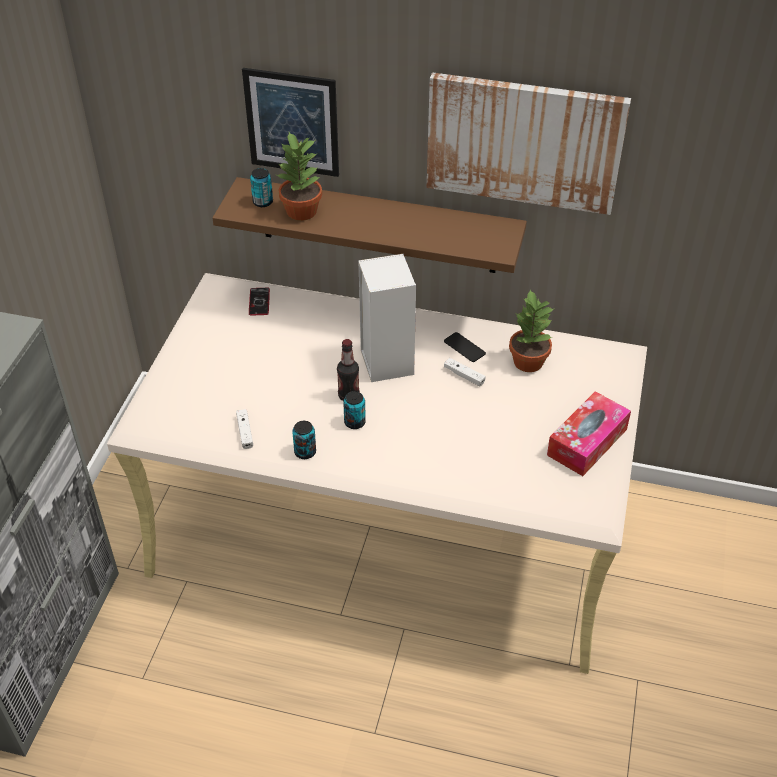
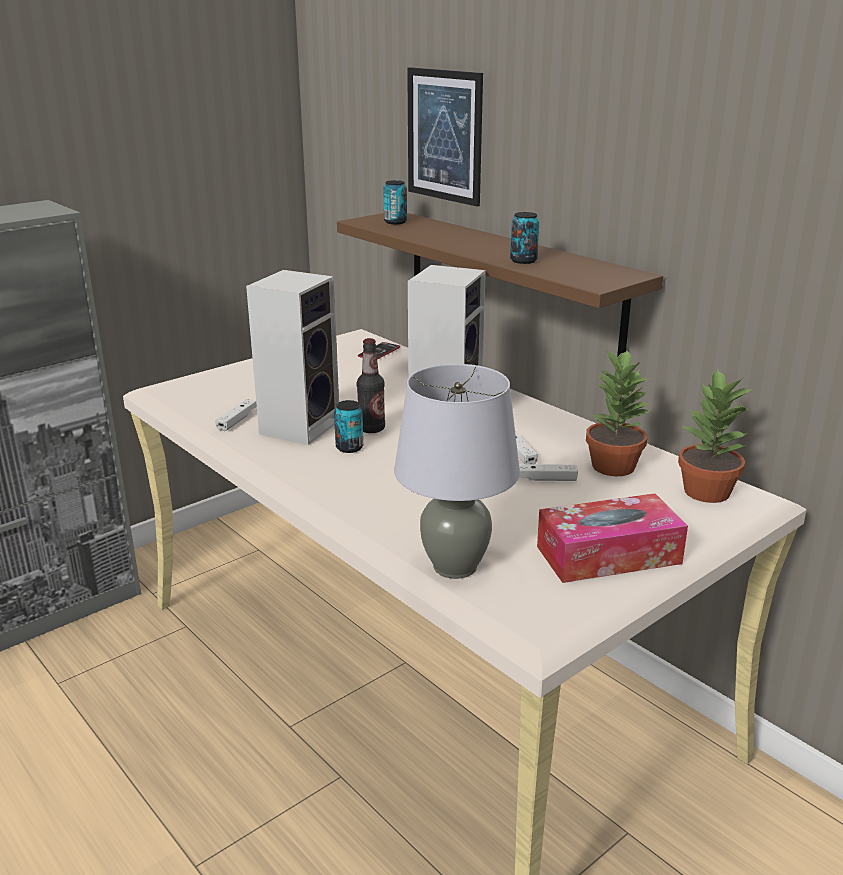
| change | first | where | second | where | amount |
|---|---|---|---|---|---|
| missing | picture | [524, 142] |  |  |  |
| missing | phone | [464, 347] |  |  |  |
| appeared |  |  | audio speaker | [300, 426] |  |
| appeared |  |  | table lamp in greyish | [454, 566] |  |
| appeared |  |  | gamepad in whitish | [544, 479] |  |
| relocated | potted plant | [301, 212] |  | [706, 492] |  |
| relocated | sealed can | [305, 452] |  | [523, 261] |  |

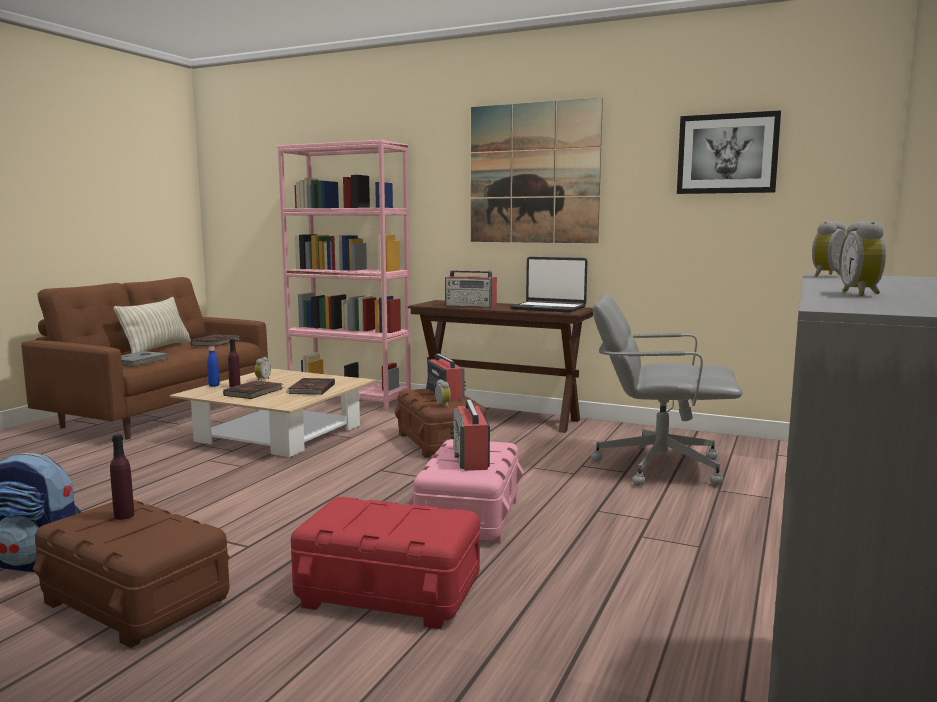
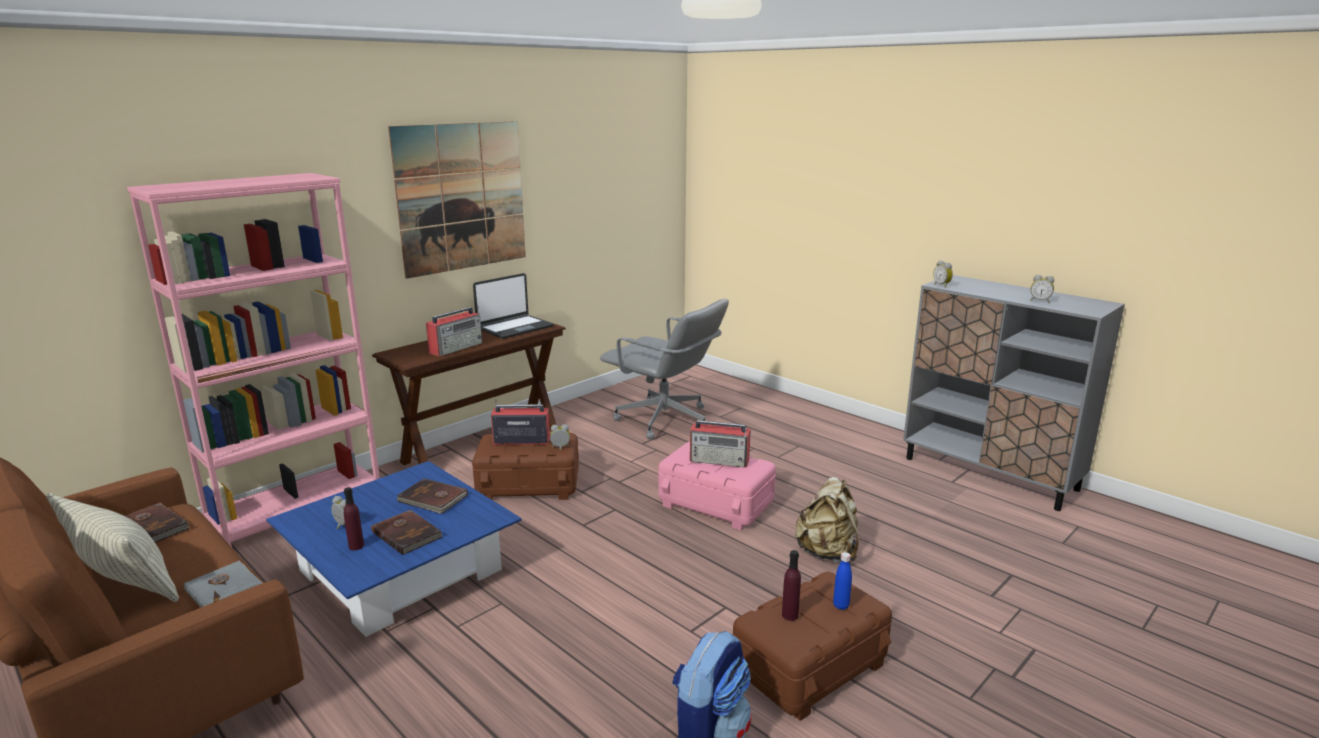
| change | first | where | second | where | amount |
|---|---|---|---|---|---|
| missing | picture | [727, 154] |  |  |  |
| relocated | beverage bottle in blue | [214, 386] |  | [841, 605] |  |
| exchanged | storage container in reddish | [388, 592] | backpack in beige | [827, 553] |  |
| colour | lounge table in beige | [279, 433] | lounge table in blue | [399, 571] |  |
| spun | computer chair in greyish | [658, 466] |  | [664, 421] | 90 degrees counterclockwise |

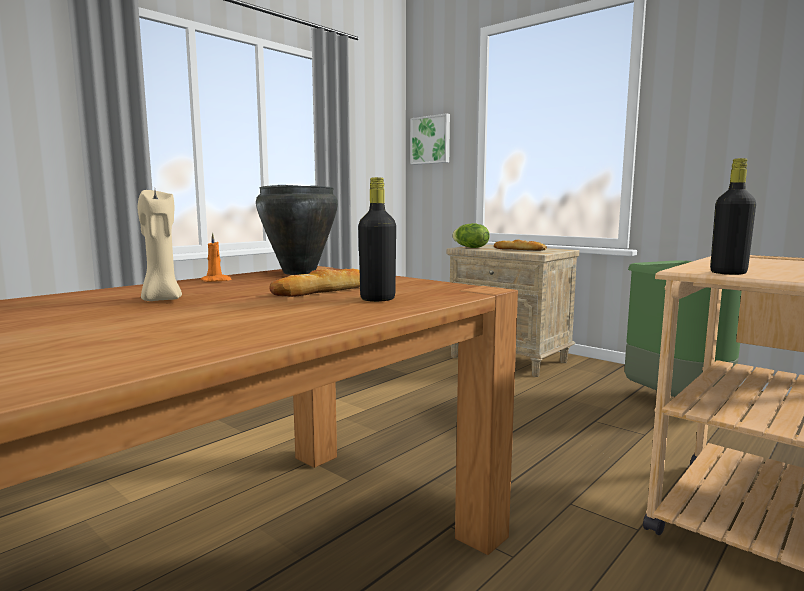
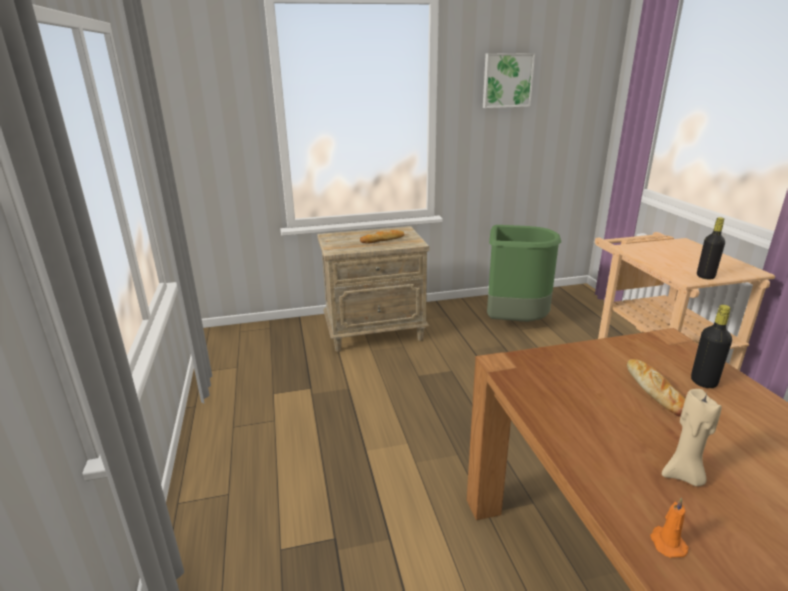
| change | first | where | second | where | amount |
|---|---|---|---|---|---|
| missing | stockpot in black-coloured | [299, 272] |  |  |  |
| missing | lettuce | [470, 247] |  |  |  |
| relocated | candle in orange-coloured | [216, 280] |  | [666, 542] |  |
| relocated | picture | [431, 140] |  | [507, 80] |  |

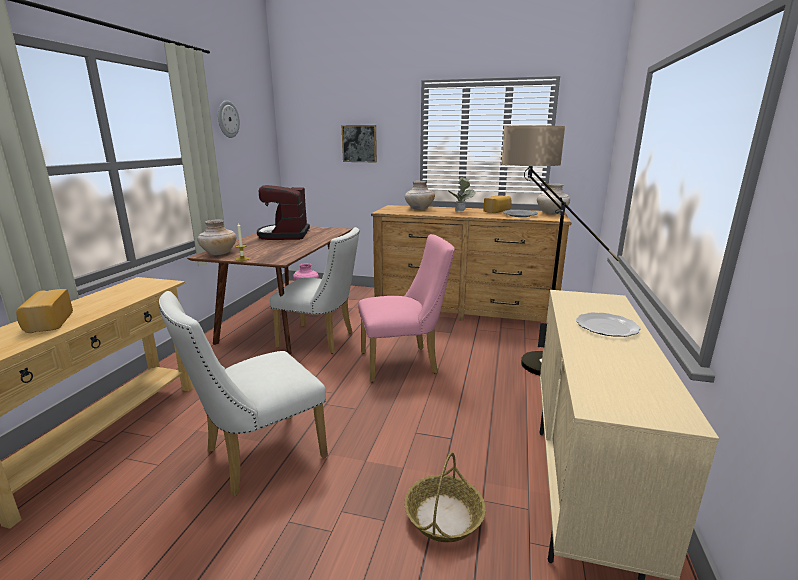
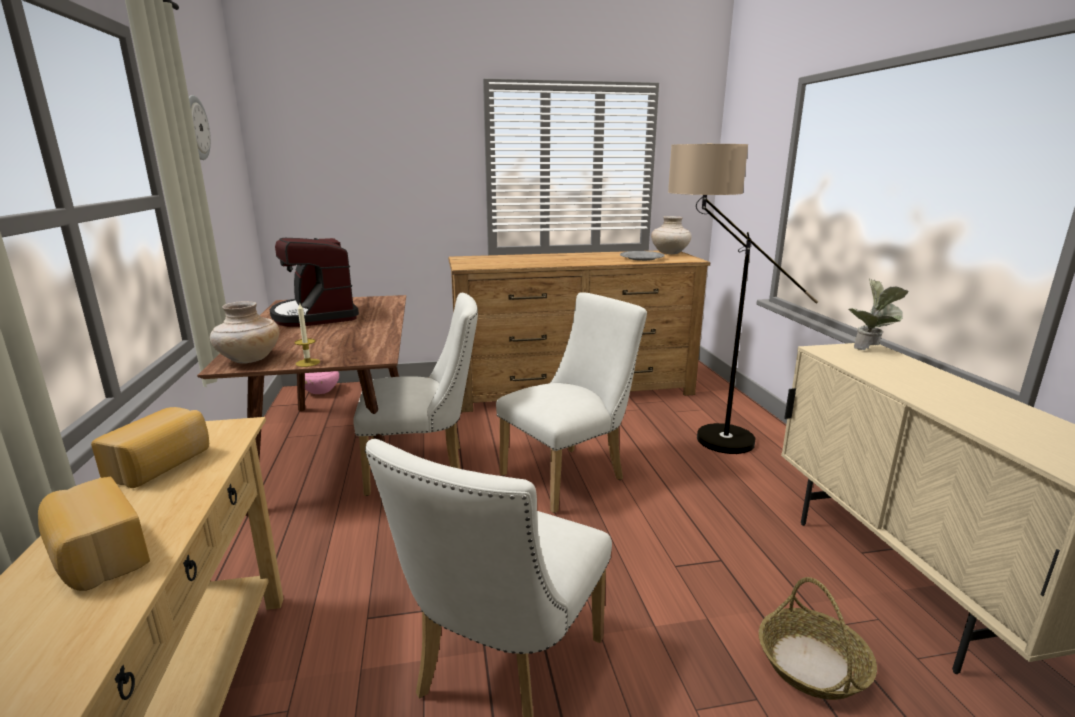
| change | first | where | second | where | amount |
|---|---|---|---|---|---|
| missing | picture | [359, 143] |  |  |  |
| missing | vase in beige | [419, 209] |  |  |  |
| missing | flat dish | [607, 327] |  |  |  |
| relocated | potted plant | [460, 212] |  | [871, 350] |  |
| relocated | baked bread | [497, 211] |  | [162, 465] |  |
| colour | chair in pink | [404, 363] | chair in whitish | [569, 475] |  |

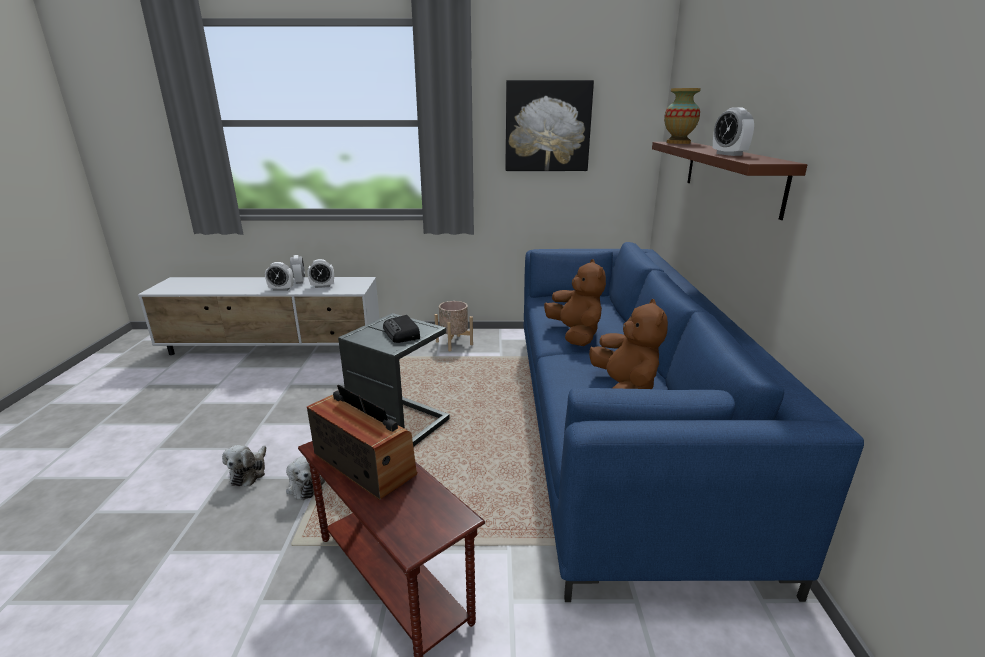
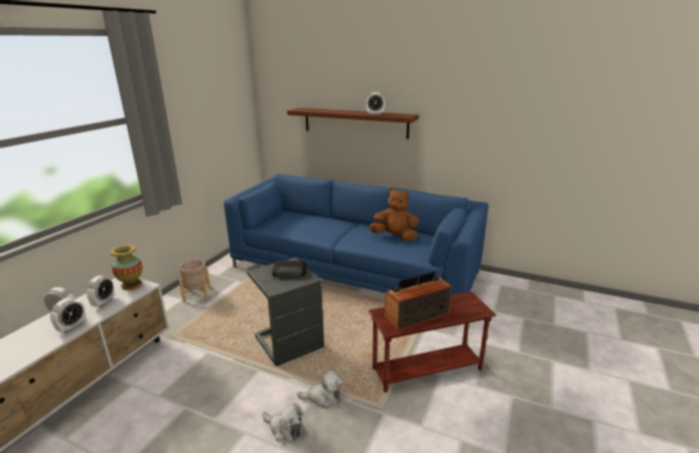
| change | first | where | second | where | amount |
|---|---|---|---|---|---|
| missing | picture | [547, 126] |  |  |  |
| missing | soft toy in brown | [575, 335] |  |  |  |
| relocated | vase | [678, 143] |  | [131, 285] |  |

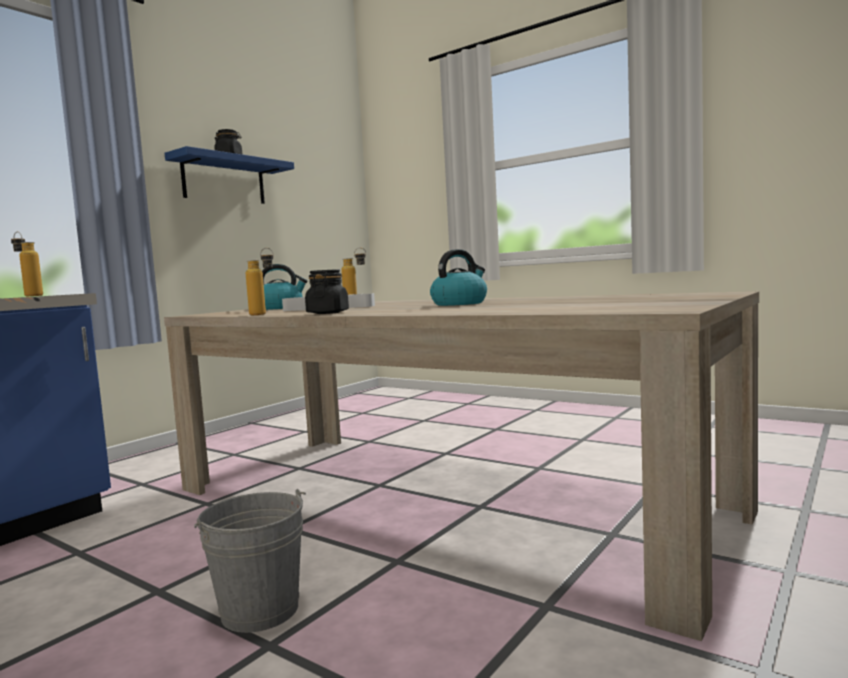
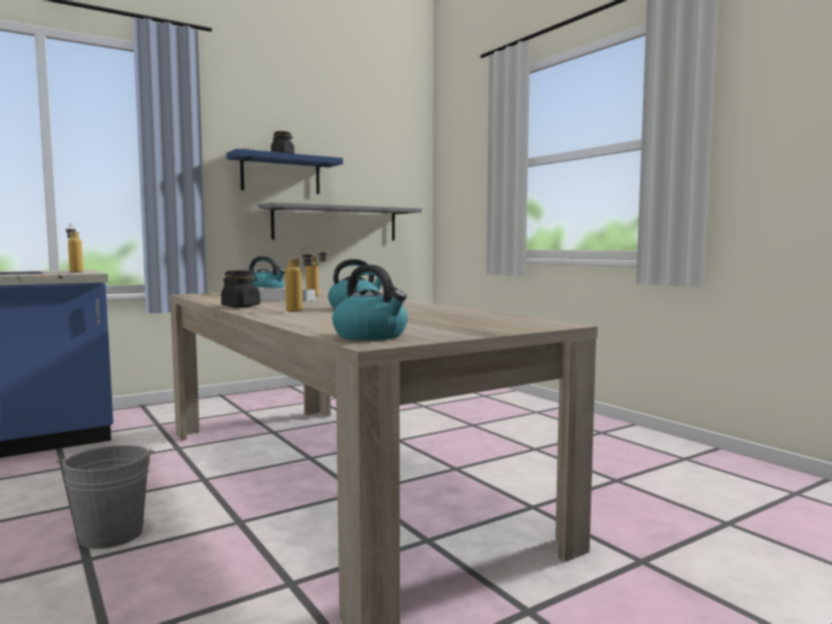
| change | first | where | second | where | amount |
|---|---|---|---|---|---|
| appeared |  |  | wall shelf in greyish | [336, 223] |  |
| appeared |  |  | tea kettle | [371, 336] |  |
| relocated | beverage bottle | [264, 314] |  | [301, 310] |  |

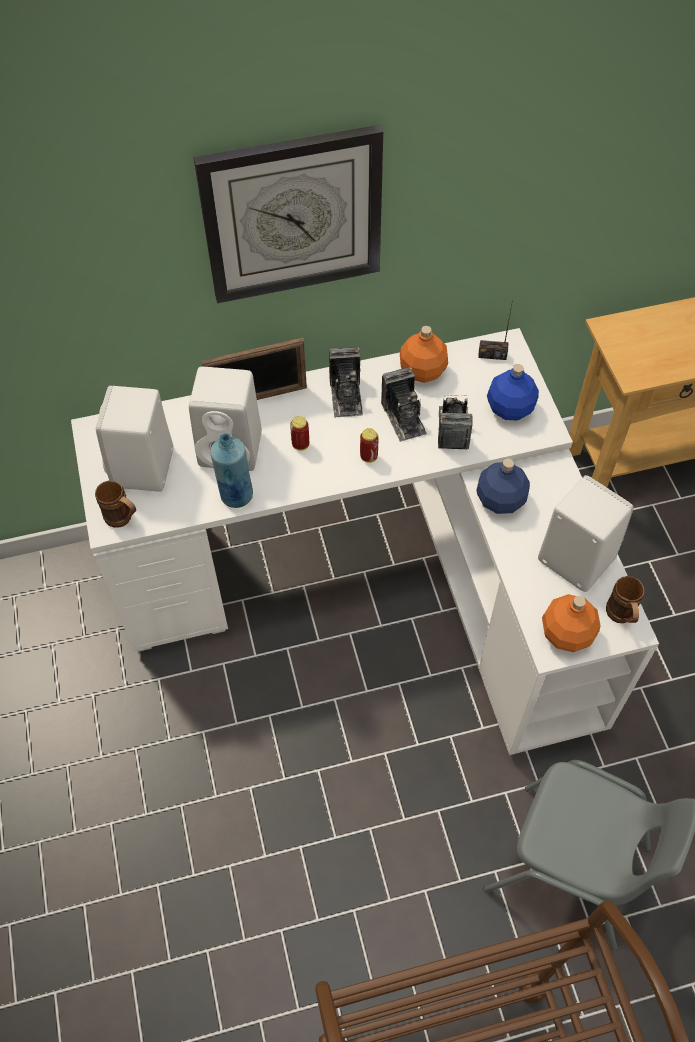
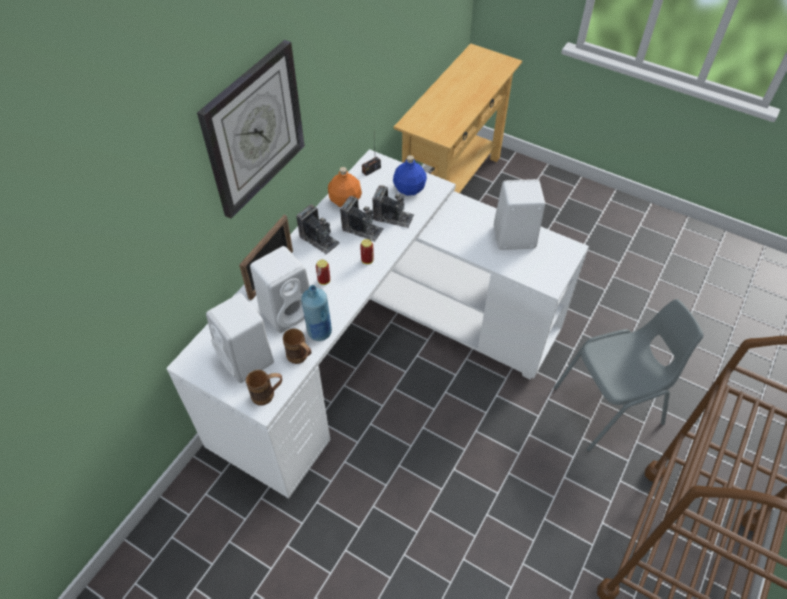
| change | first | where | second | where | amount |
|---|---|---|---|---|---|
| missing | beverage bottle in blue | [499, 499] |  |  |  |
| missing | beverage bottle in orange-coloured | [567, 634] |  |  |  |
| relocated | coffee mug in brown | [621, 617] |  | [300, 358] |  |
| spun | still camera | [453, 428] |  | [393, 217] | 150 degrees clockwise |

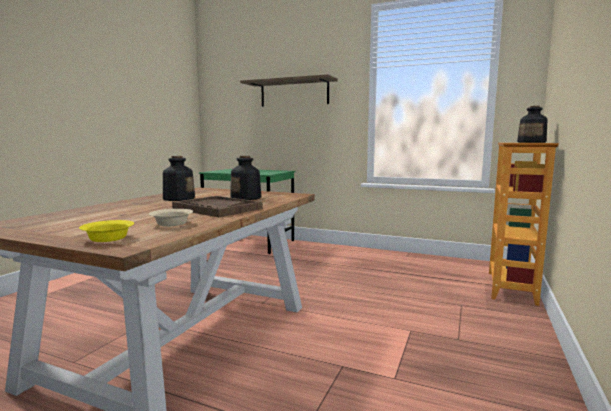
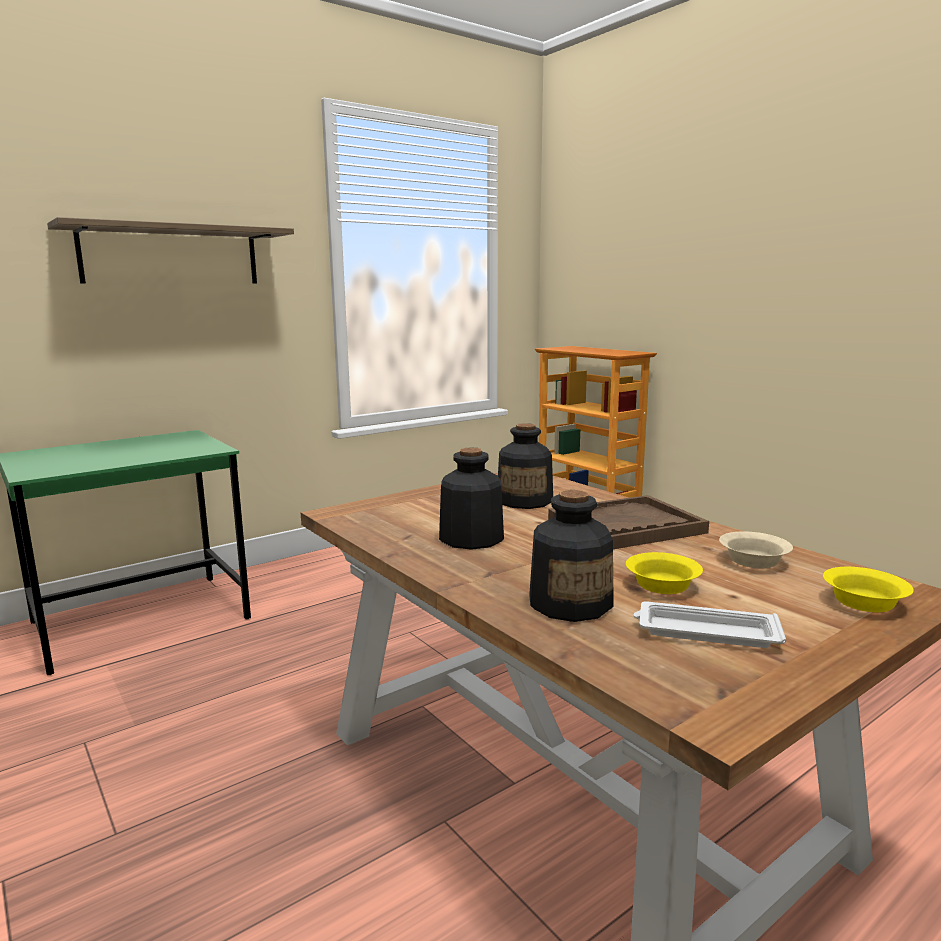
| change | first | where | second | where | amount |
|---|---|---|---|---|---|
| appeared |  |  | serving bowl in yellow | [660, 586] |  |
| appeared |  |  | serving tray in whitish | [705, 632] |  |
| relocated | beverage bottle | [531, 142] |  | [570, 603] |  |

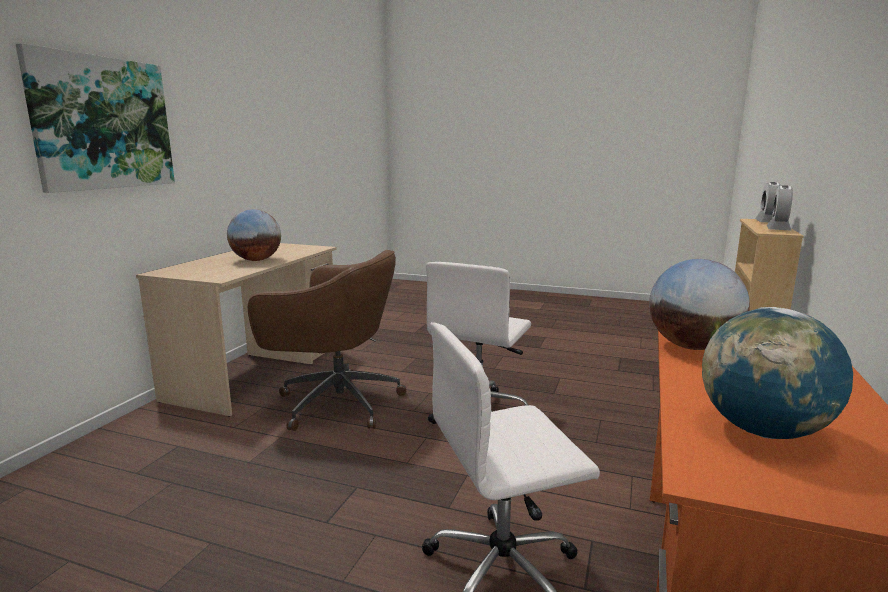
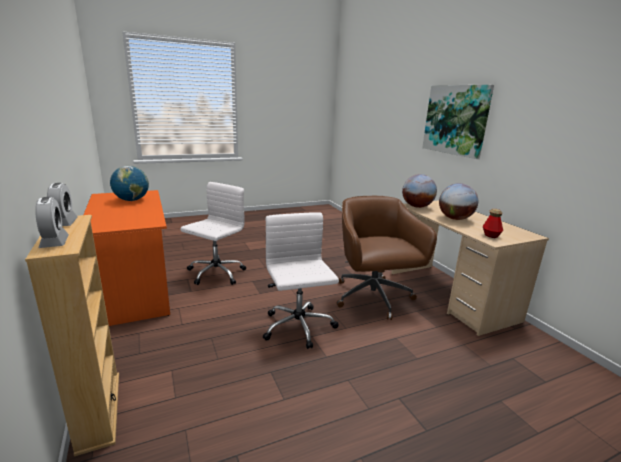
| change | first | where | second | where | amount |
|---|---|---|---|---|---|
| appeared |  |  | beverage bottle | [491, 235] |  |
| relocated | globe | [692, 347] |  | [417, 206] |  |
| spun | computer chair in brown | [336, 402] |  | [373, 298] | 105 degrees clockwise |

